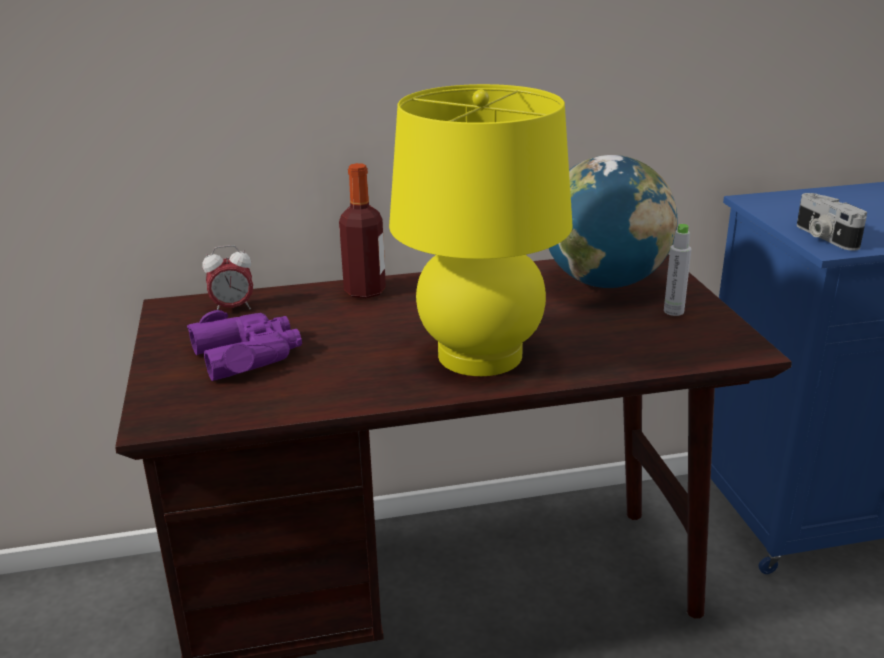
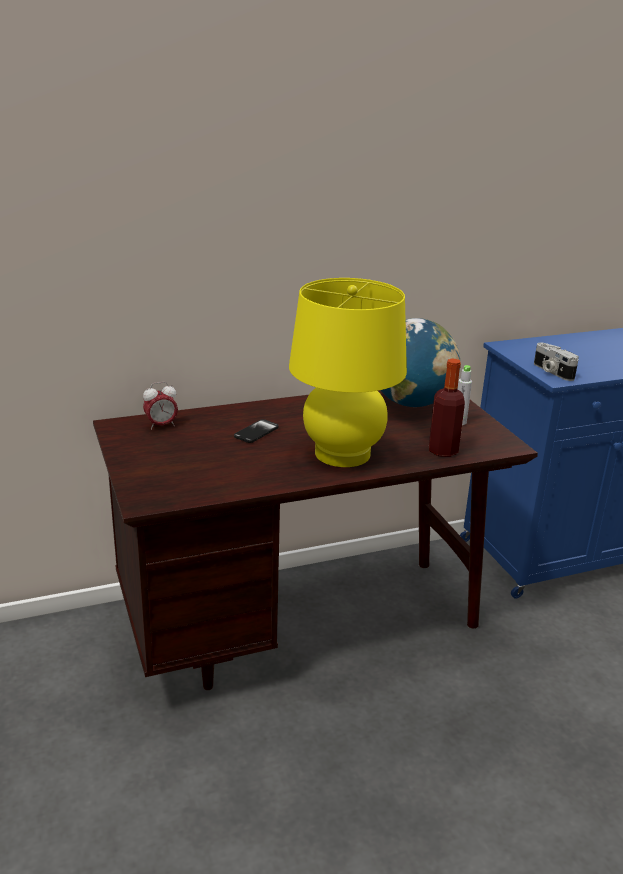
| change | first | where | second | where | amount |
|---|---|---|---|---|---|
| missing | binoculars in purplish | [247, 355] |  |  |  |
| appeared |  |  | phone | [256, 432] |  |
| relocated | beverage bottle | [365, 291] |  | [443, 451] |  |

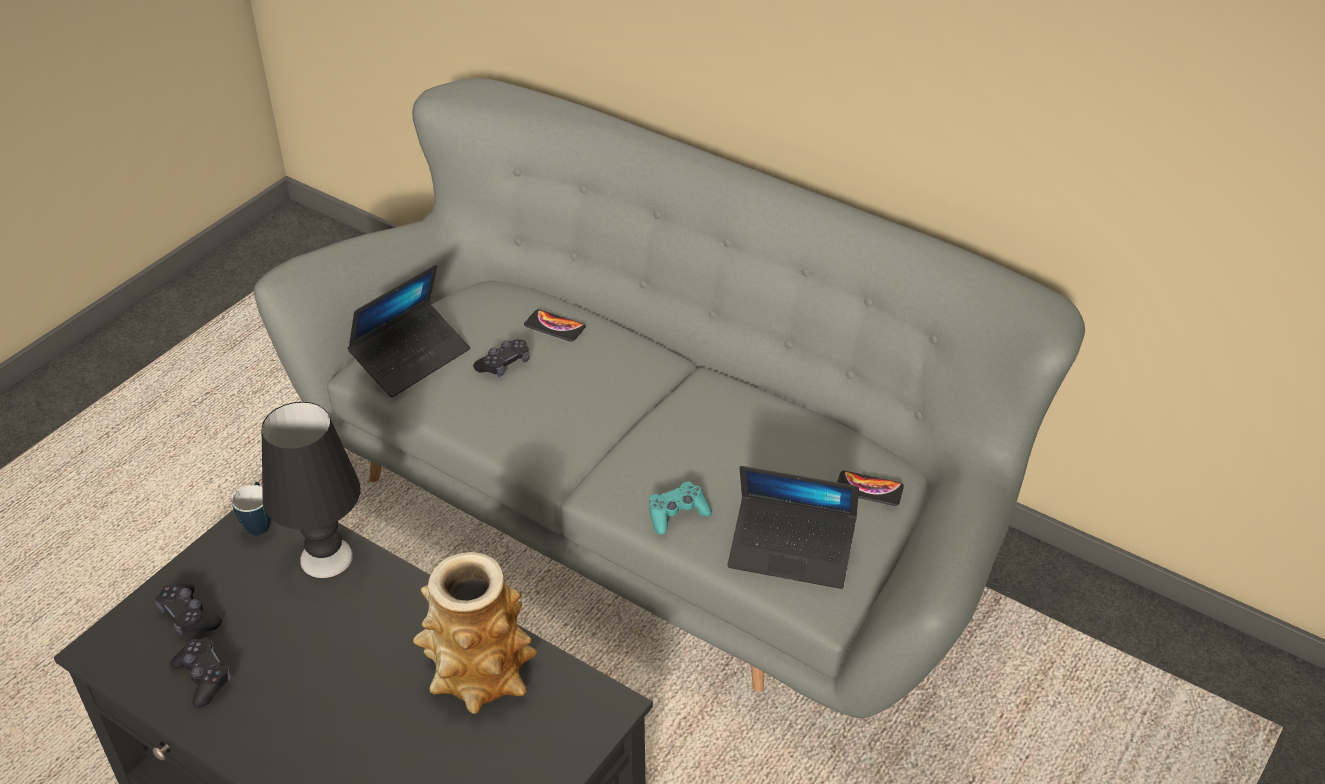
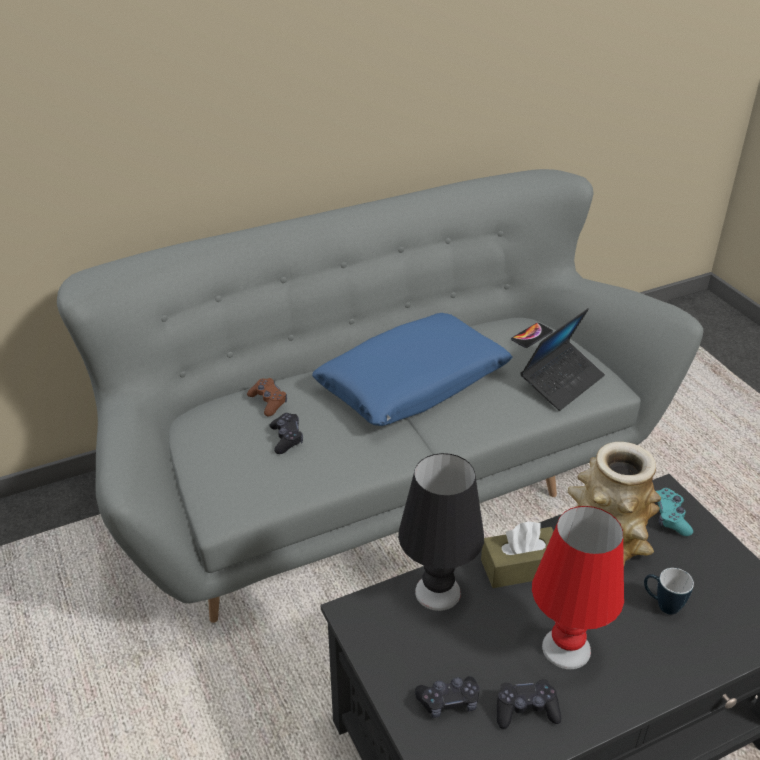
| change | first | where | second | where | amount |
|---|---|---|---|---|---|
| missing | laptop | [411, 358] |  |  |  |
| appeared |  |  | throw pillow in blue | [413, 384] |  |
| appeared |  |  | box of tissues in brown | [520, 567] |  |
| appeared |  |  | table lamp in reddish | [567, 648] |  |
| relocated | coffee mug | [259, 523] |  | [662, 605] |  |
| relocated | gamepad in turquoise-coloured | [677, 514] |  | [670, 517] |  |
| exchanged | phone | [554, 326] | gamepad in brown | [268, 402] |  |

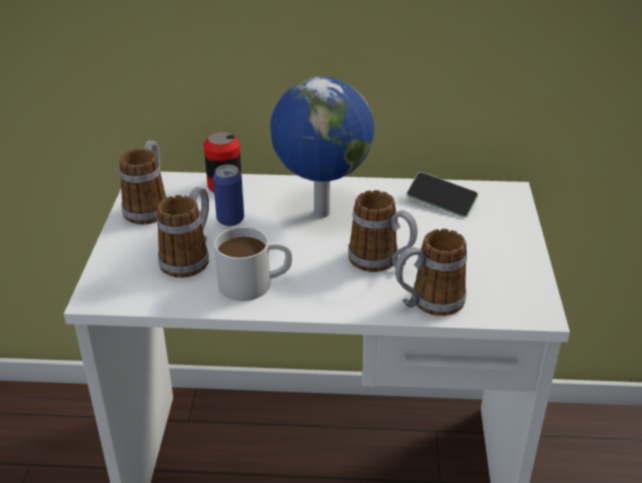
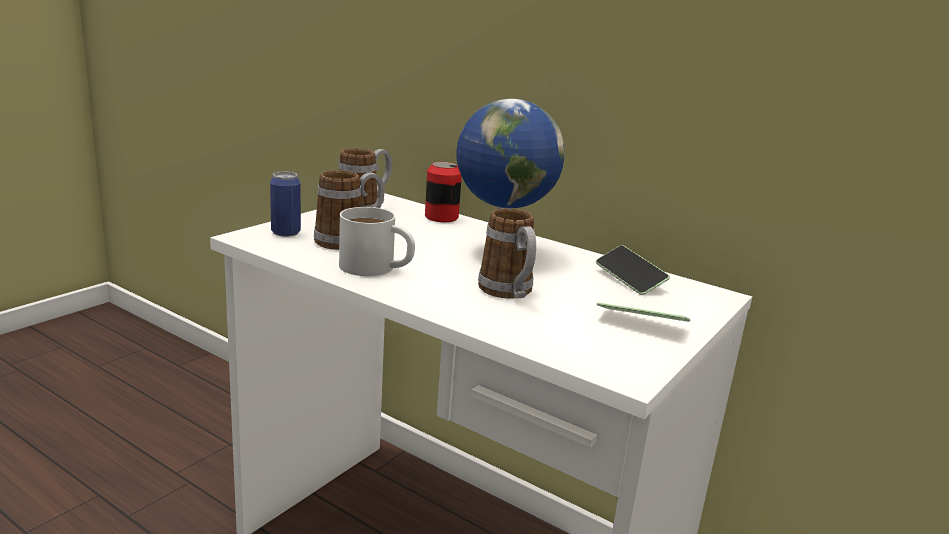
| change | first | where | second | where | amount |
|---|---|---|---|---|---|
| missing | coffee mug | [428, 303] |  |  |  |
| appeared |  |  | phone | [641, 324] |  |
| relocated | sealed can | [230, 219] |  | [286, 233] |  |

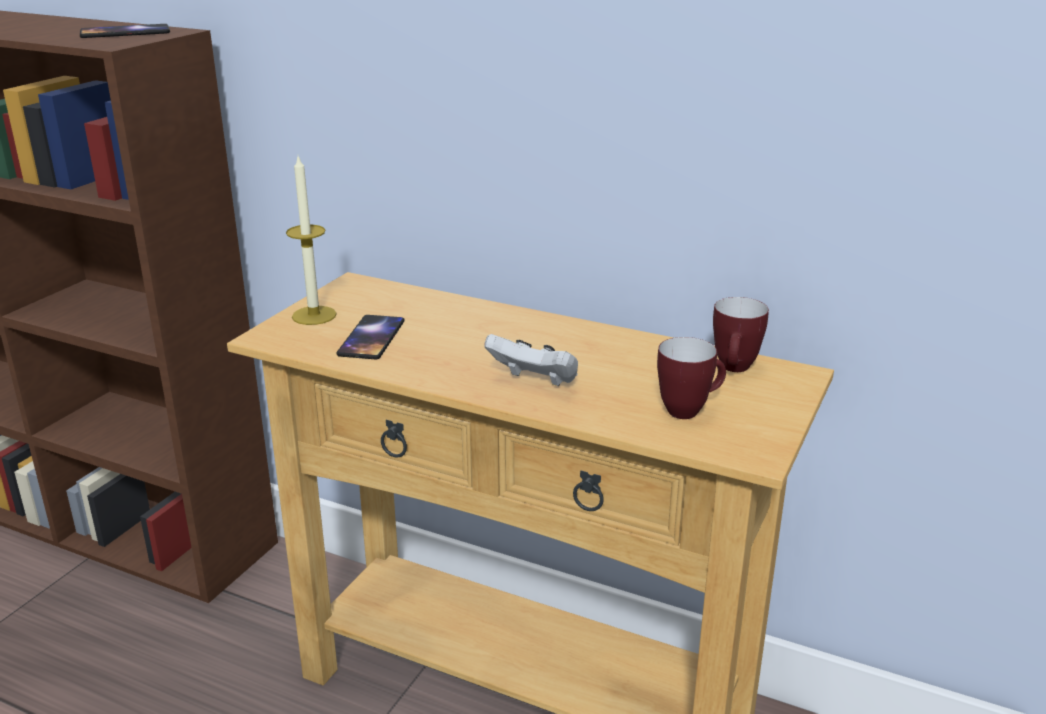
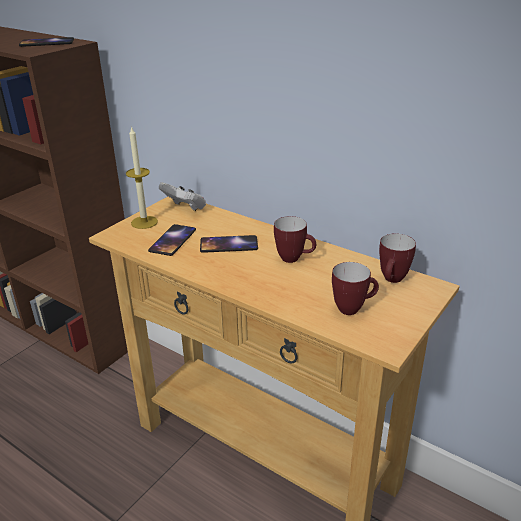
| change | first | where | second | where | amount |
|---|---|---|---|---|---|
| appeared |  |  | phone | [229, 245] |  |
| appeared |  |  | coffee mug | [294, 259] |  |
| relocated | gamepad in whitish | [535, 382] |  | [185, 208] |  |

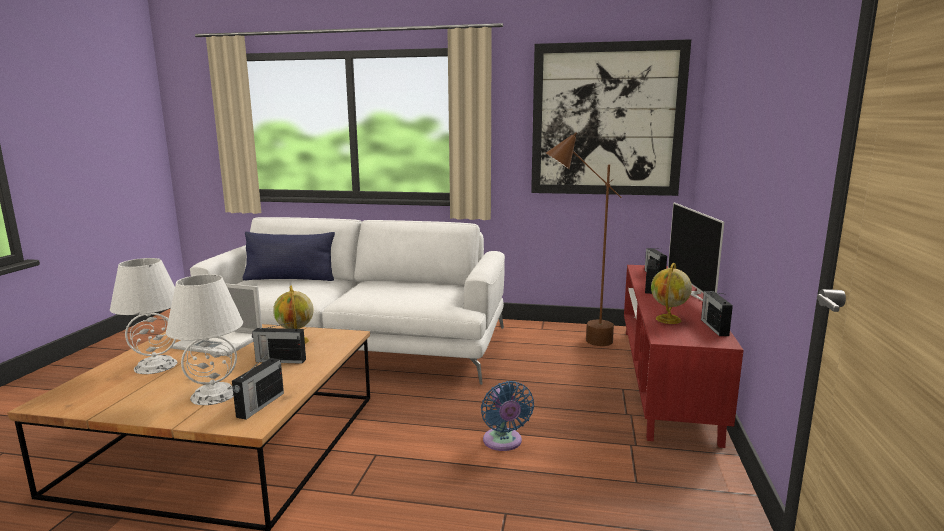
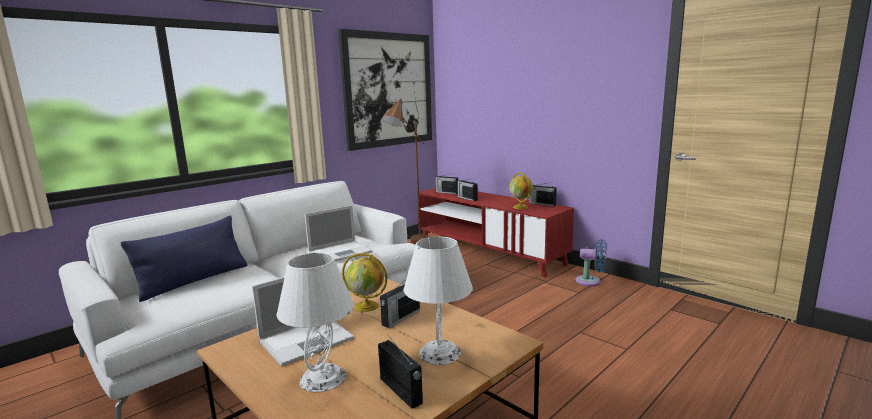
| change | first | where | second | where | amount |
|---|---|---|---|---|---|
| missing | television | [693, 293] |  |  |  |
| appeared |  |  | laptop | [341, 252] |  |
| relocated | radio set | [259, 405] |  | [401, 391] |  |
| relocated | fan in blue | [503, 442] |  | [591, 281] |  |

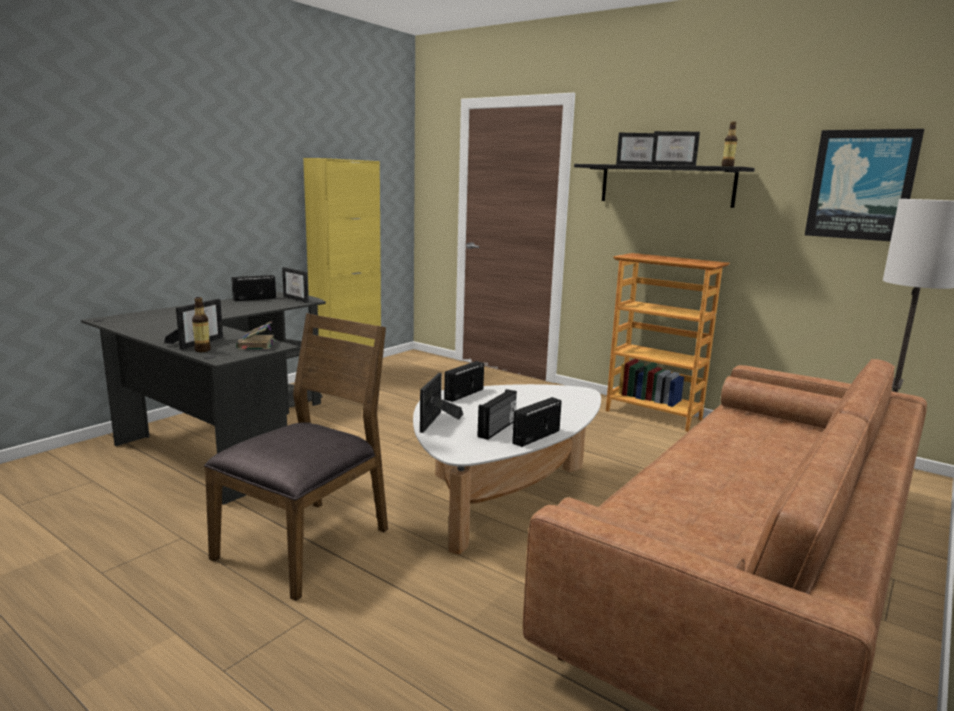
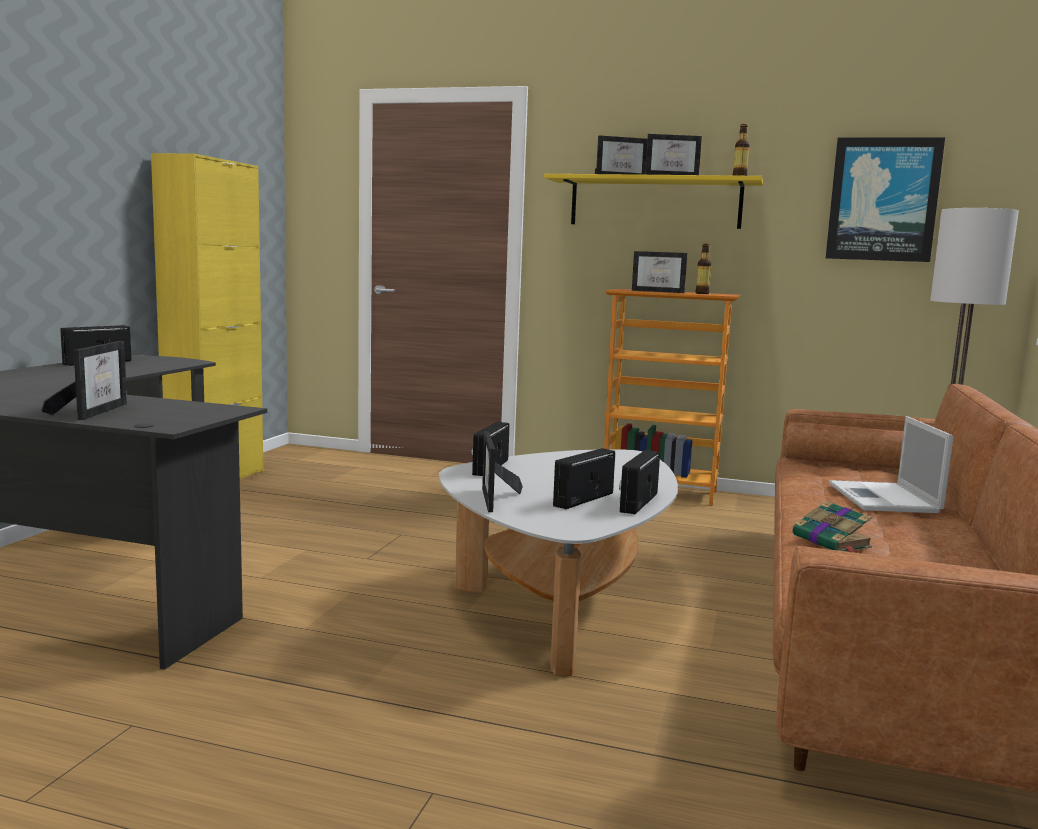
| change | first | where | second | where | amount |
|---|---|---|---|---|---|
| missing | chair in brown | [306, 544] |  |  |  |
| appeared |  |  | laptop | [884, 499] |  |
| relocated | beverage bottle | [202, 350] |  | [702, 293] |  |
| relocated | bound book | [256, 345] |  | [832, 542] |  |
| relocated | photo frame | [299, 299] |  | [660, 292] |  |
| colour | wall shelf in black-coloured | [666, 185] | wall shelf in yellow | [655, 203] |  |
| spun | radio set | [498, 429] |  | [582, 499] | 150 degrees counterclockwise |

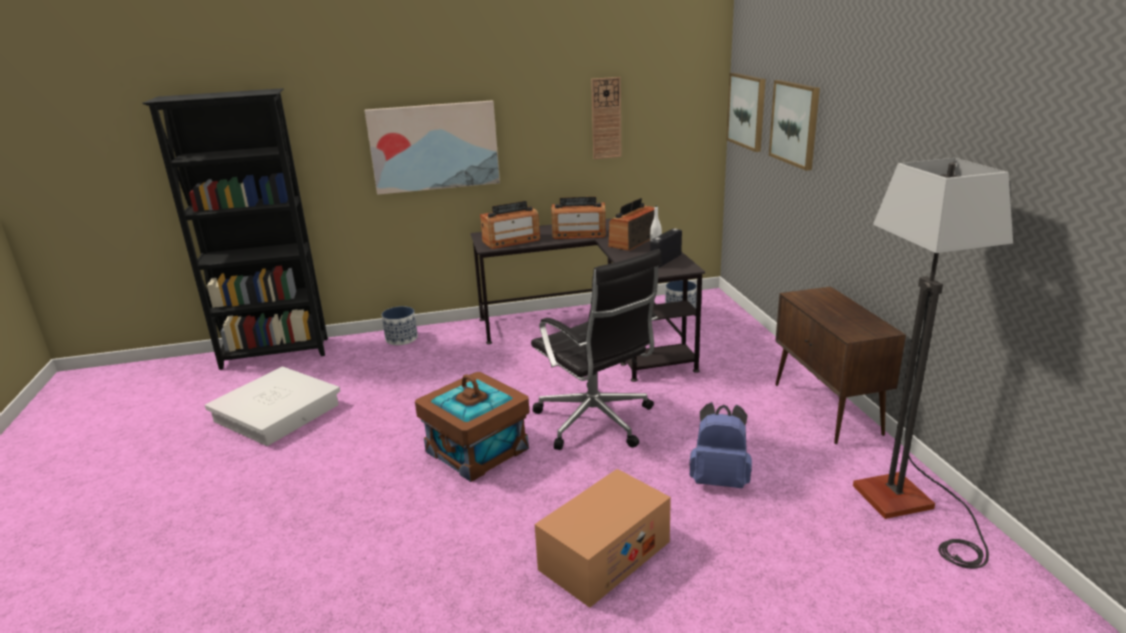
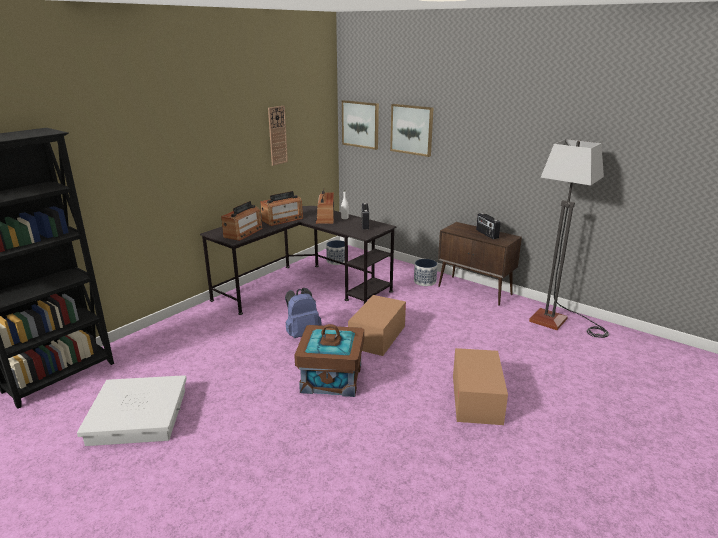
| change | first | where | second | where | amount |
|---|---|---|---|---|---|
| missing | picture | [434, 147] |  |  |  |
| appeared |  |  | radio set | [486, 234] |  |
| relocated | flower pot | [401, 338] |  | [424, 281] |  |
| relocated | backpack in blue | [719, 479] |  | [302, 333] |  |
| exchanged | computer chair in black-coloured | [596, 422] | packing box | [377, 336] |  |

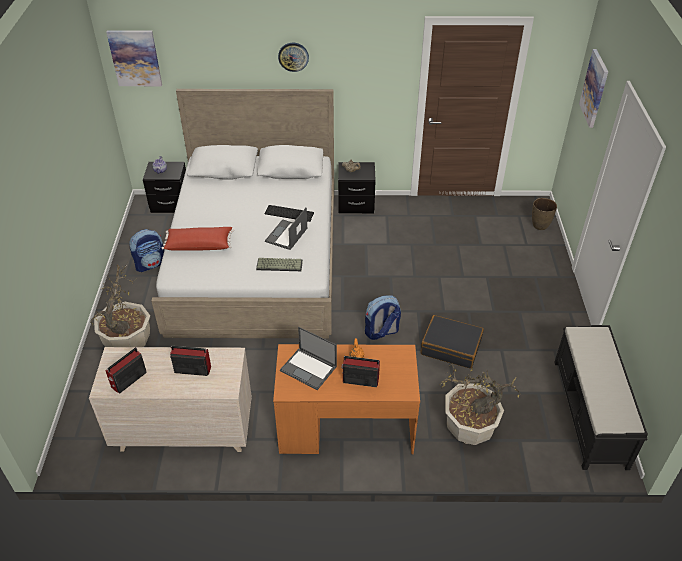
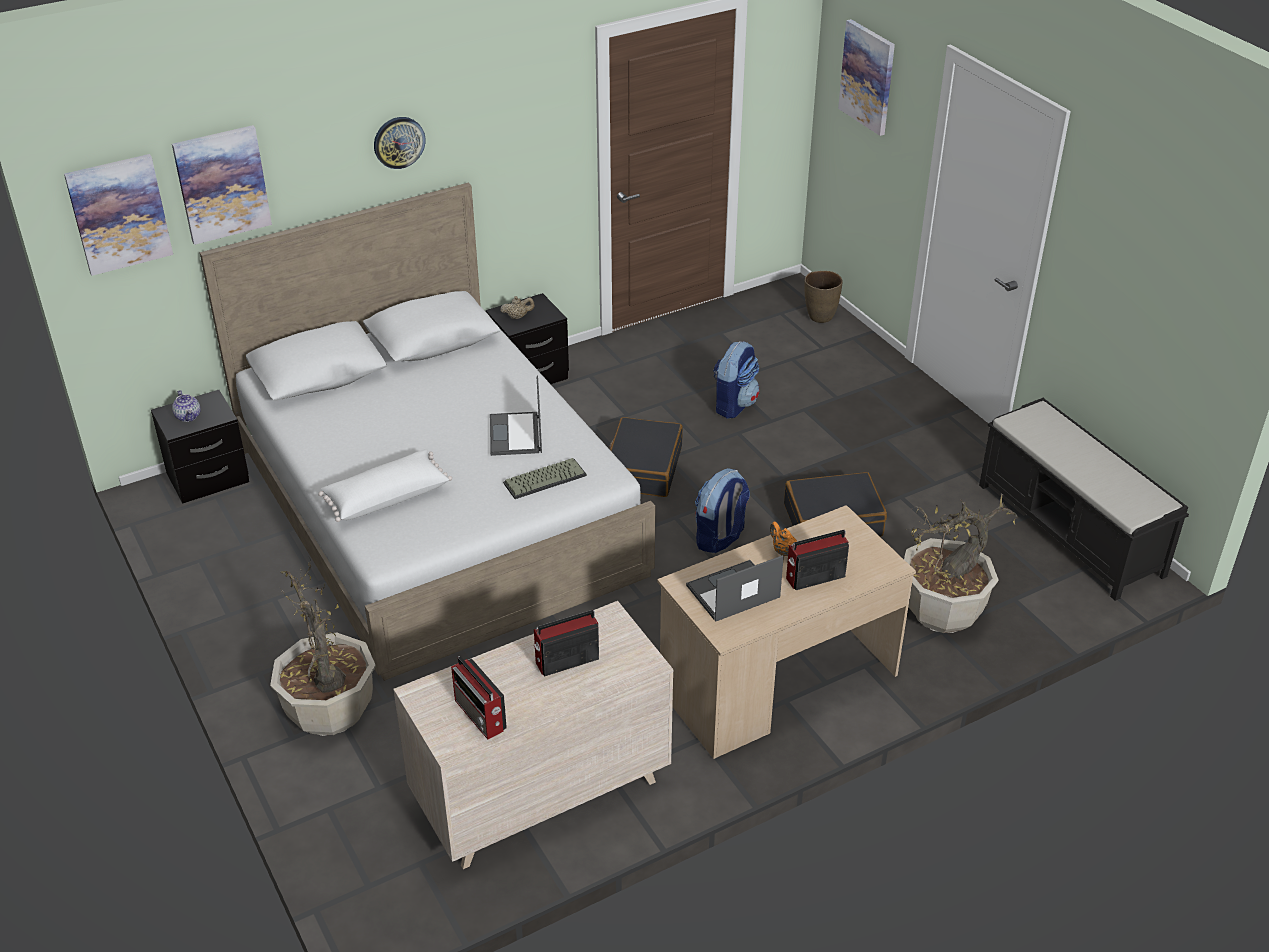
| change | first | where | second | where | amount |
|---|---|---|---|---|---|
| missing | PC keyboard | [290, 213] |  |  |  |
| appeared |  |  | picture | [222, 184] |  |
| appeared |  |  | travel case in black-coloured | [643, 468] |  |
| relocated | backpack | [151, 264] |  | [734, 404] |  |
| colour | throw pillow in reddish | [199, 244] | throw pillow in whitish | [386, 496] |  |
| colour | desk in orange-coloured | [346, 428] | desk in beige | [778, 683] |  |
| spun | radio set | [128, 380] |  | [480, 716] | 45 degrees counterclockwise |
| spun | laptop | [309, 369] |  | [732, 592] | 150 degrees clockwise |

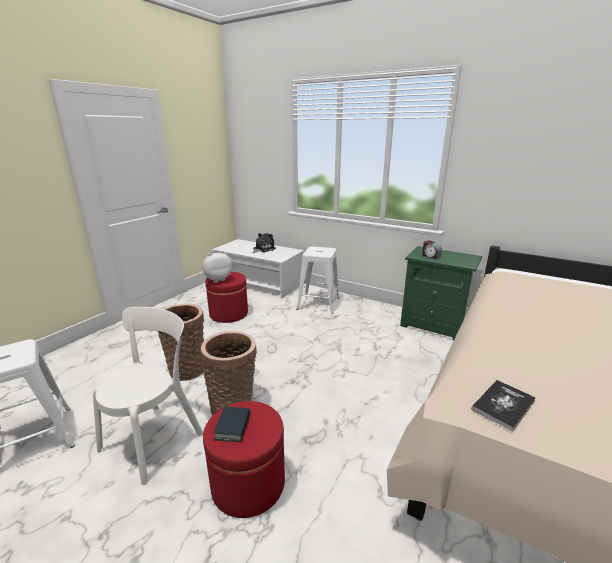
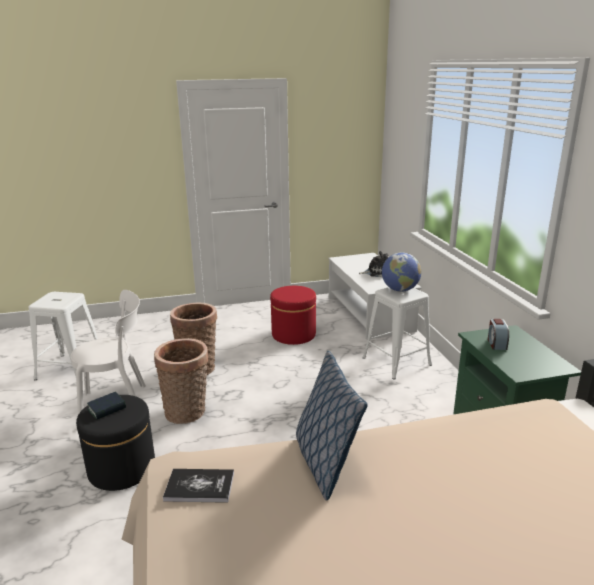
| change | first | where | second | where | amount |
|---|---|---|---|---|---|
| missing | soft toy | [217, 279] |  |  |  |
| appeared |  |  | throw pillow | [325, 462] |  |
| appeared |  |  | globe | [400, 290] |  |
| colour | pouffe in reddish | [248, 483] | pouffe in black-coloured | [122, 468] |  |

